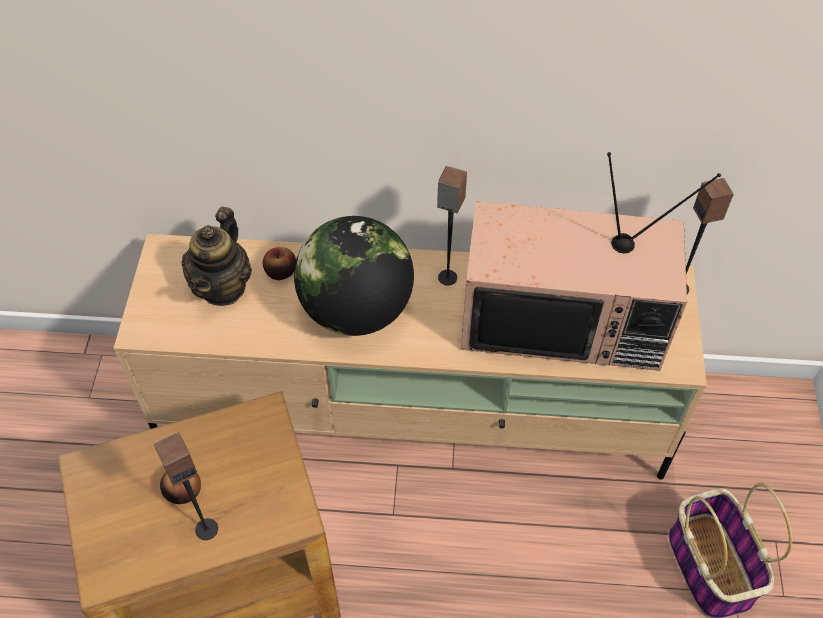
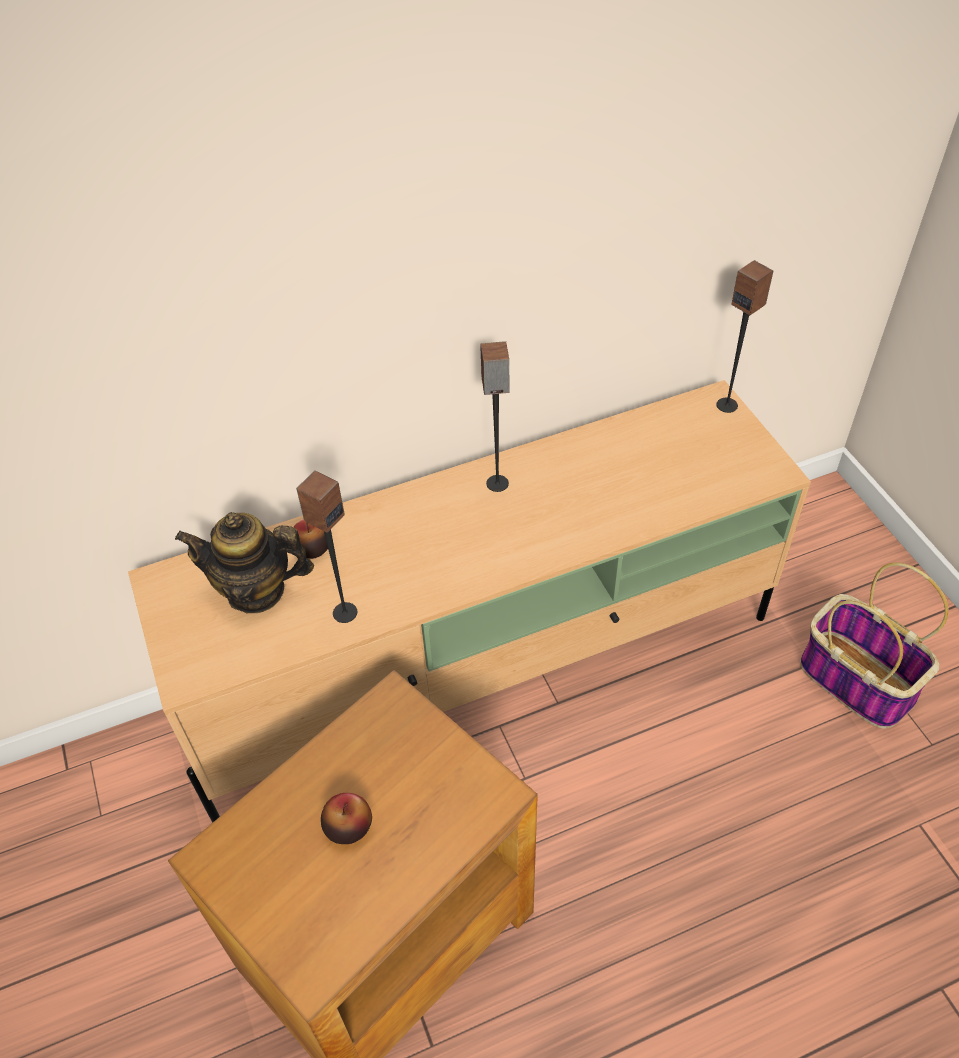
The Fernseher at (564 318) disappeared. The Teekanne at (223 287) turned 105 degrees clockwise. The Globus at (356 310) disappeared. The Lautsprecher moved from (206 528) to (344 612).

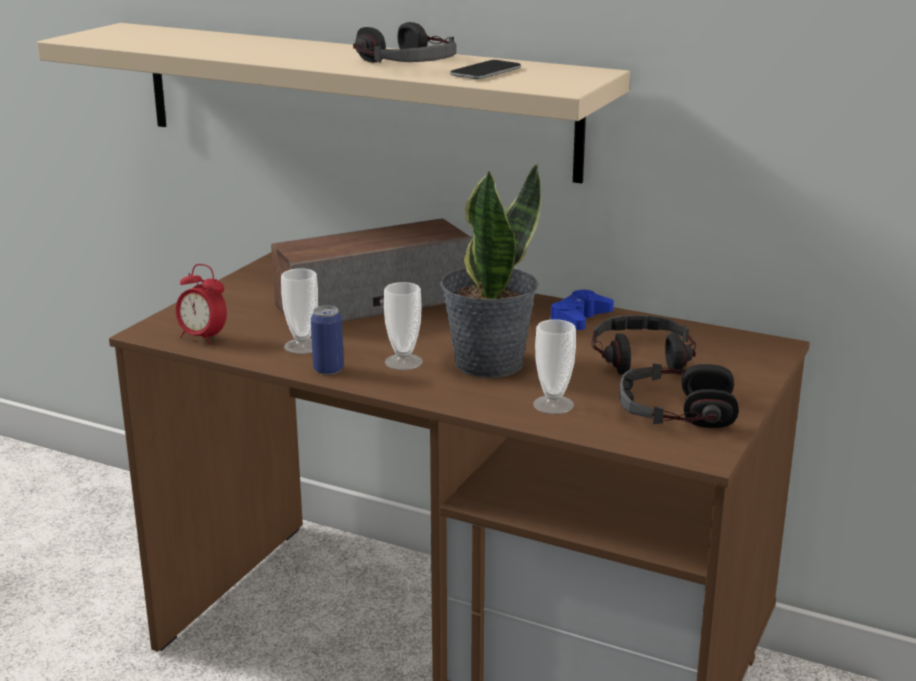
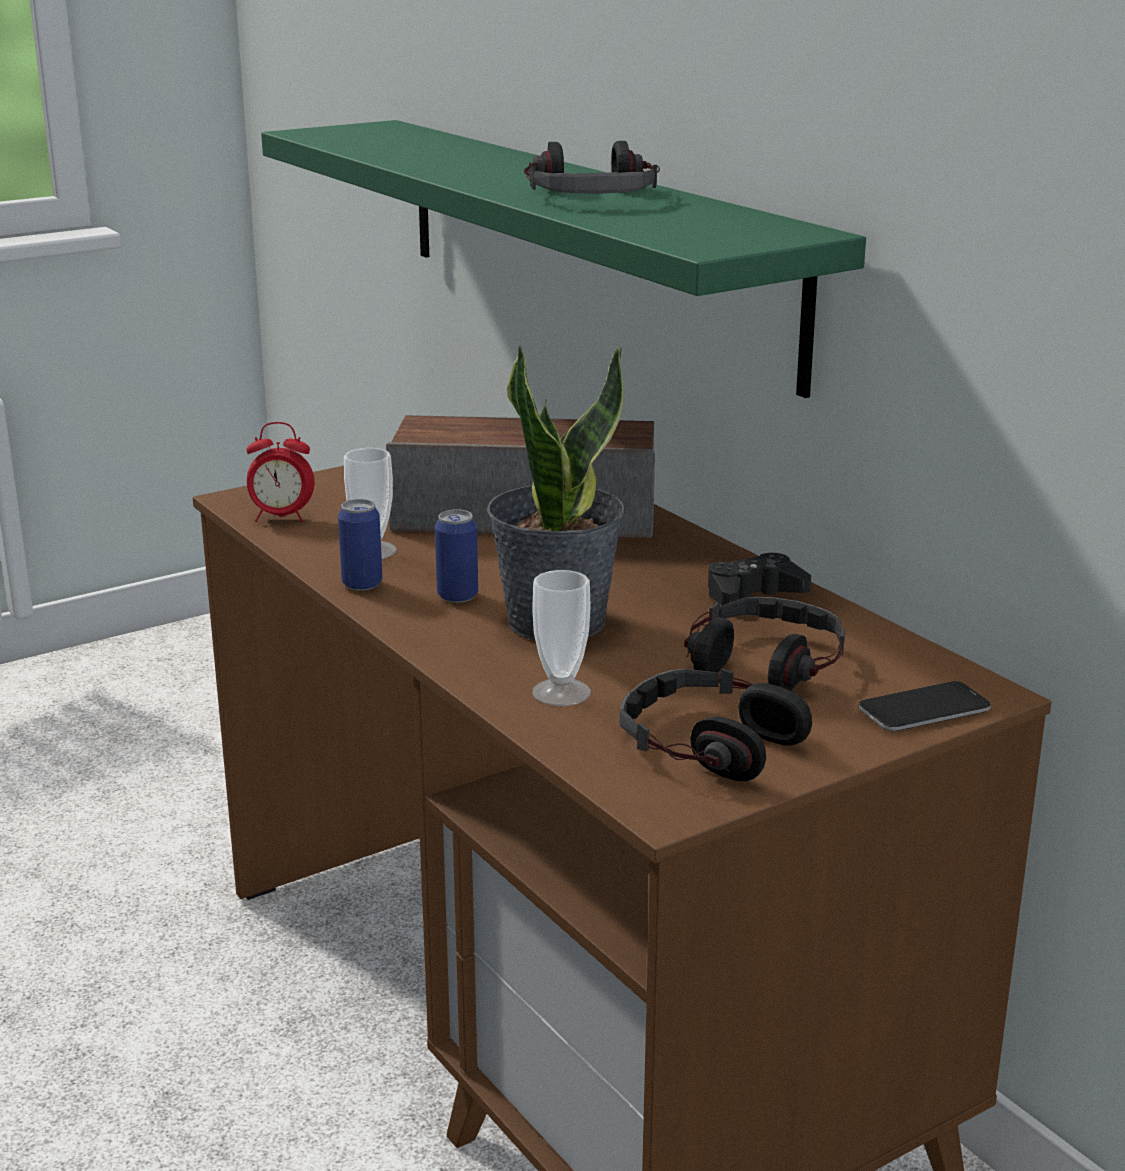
The Wandregal [beige] at (352 98) became the Wandregal [grün] at (588 242). The Handy moved from (486 72) to (924 709). The Wecker at (203 338) turned 60 degrees counterclockwise. The Tasse at (403 362) was replaced by the Dose at (457 596). The Gamepad [blau] at (579 319) became the Gamepad [schwarz] at (753 594).

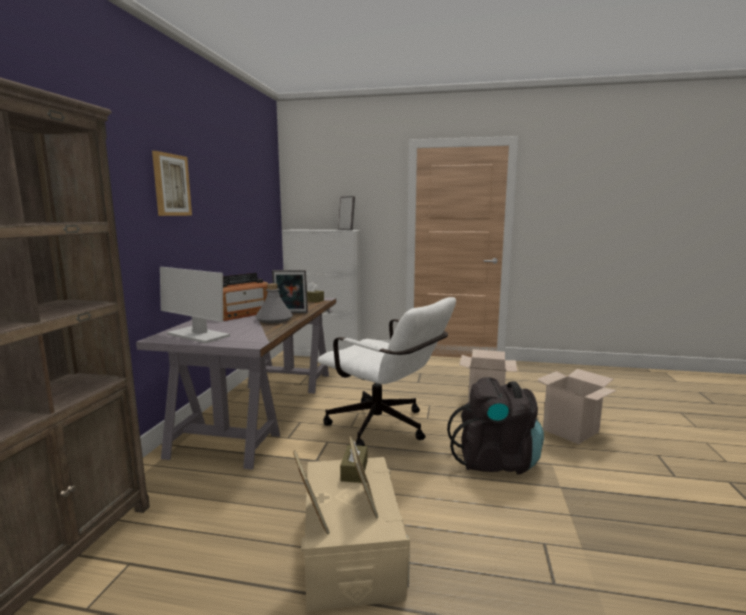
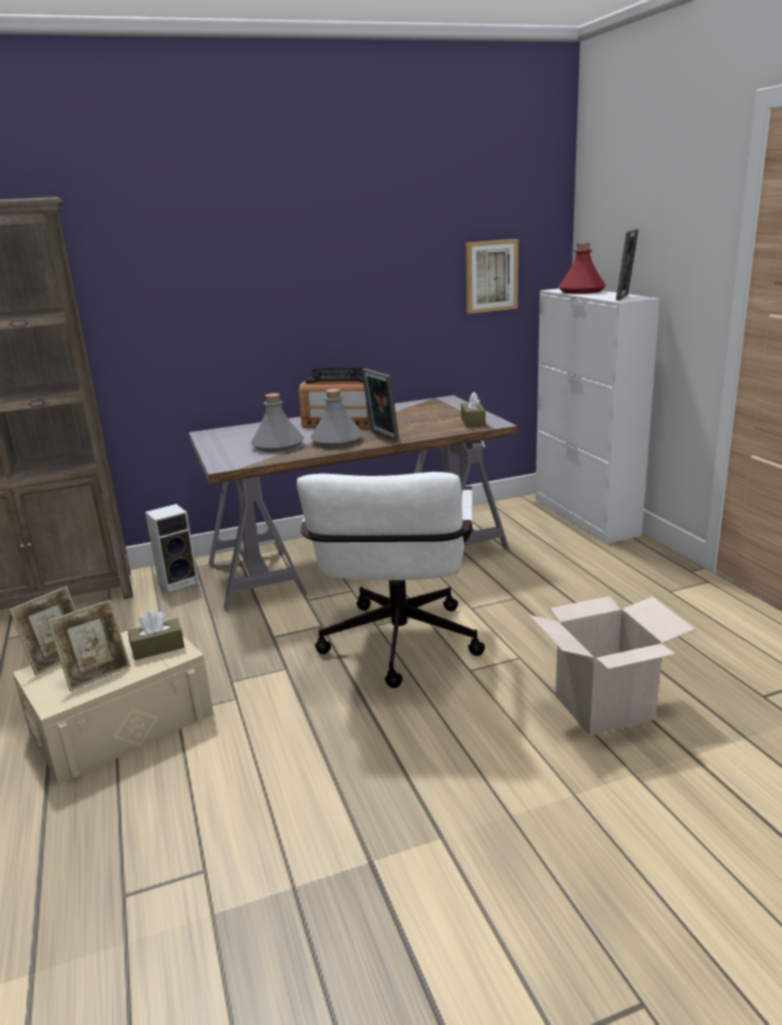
The Bild moved from (171 185) to (491 276). The Monitor at (197 335) disappeared. The Karton at (570 430) disappeared. The Rucksack [schwarz] at (495 461) disappeared. The Flasche [rot] at (581 291) appeared. The Flasche [grau] at (278 445) appeared. The Lautsprecher at (179 581) appeared.

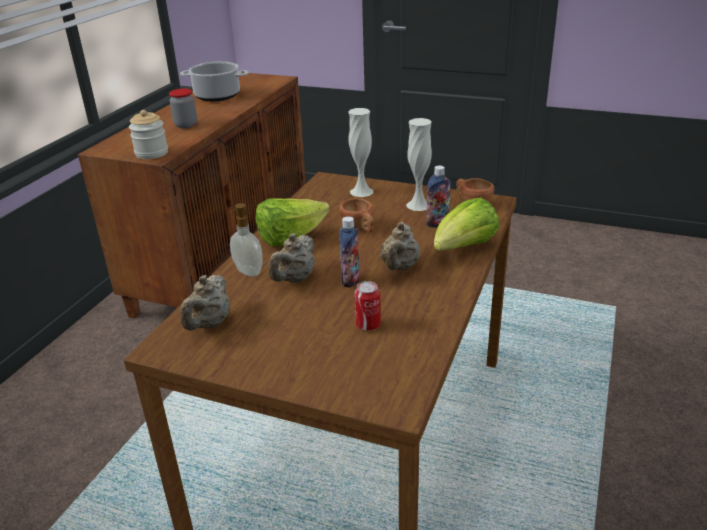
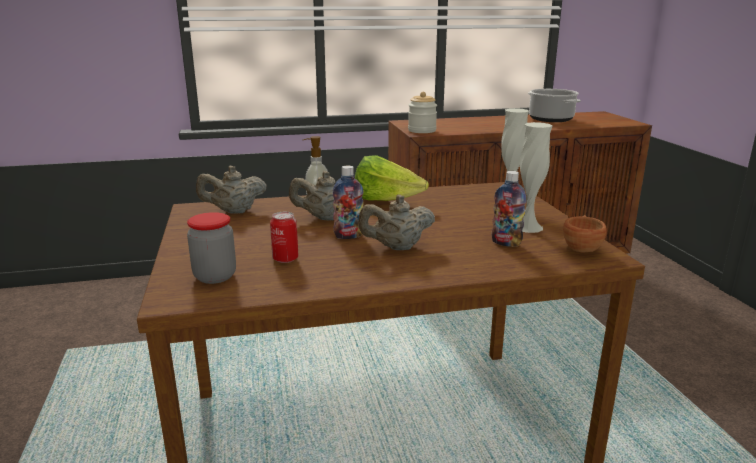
The Vorratsglas moved from (186 125) to (215 276). The Salatkopf at (464 248) disappeared. The Tasse [braun] at (360 228) disappeared.

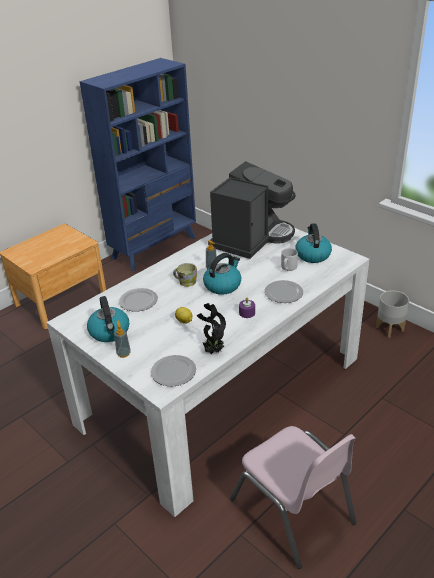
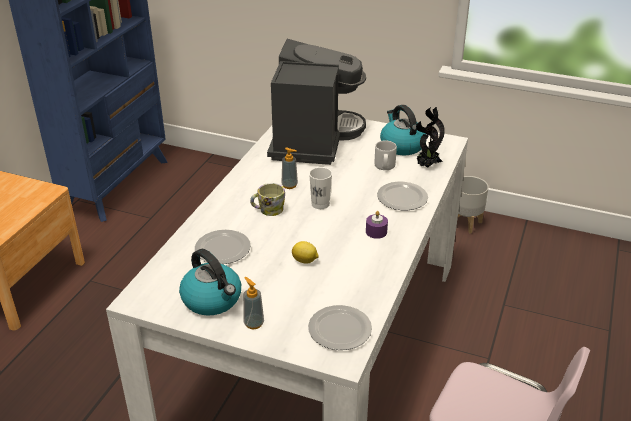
The Wasserkessel at (223 285) was replaced by the Tasse [weiß] at (320 204). The Topfpflanze moved from (212 352) to (426 166).

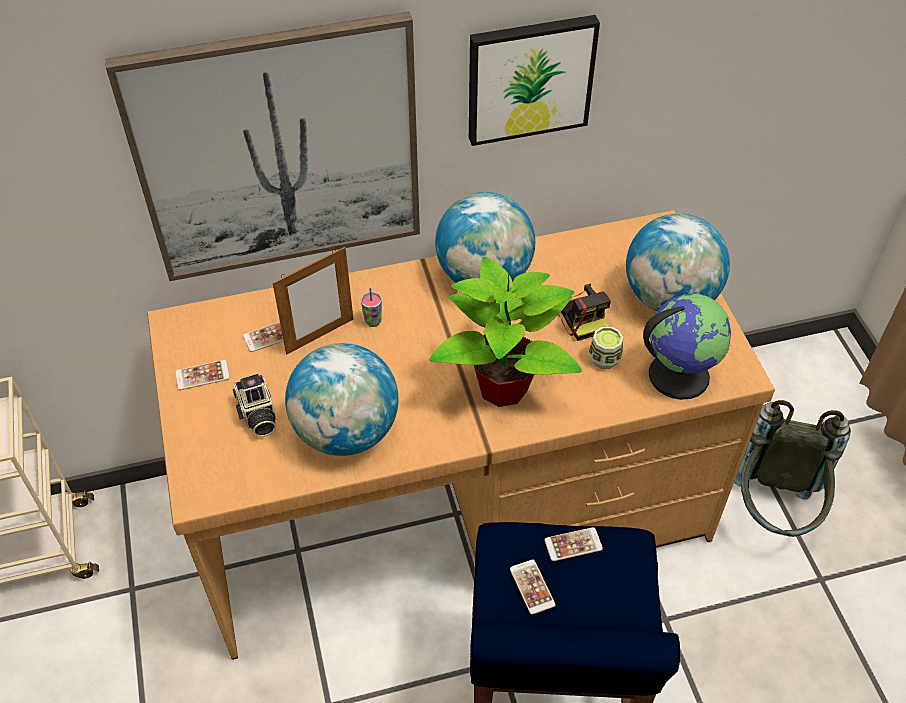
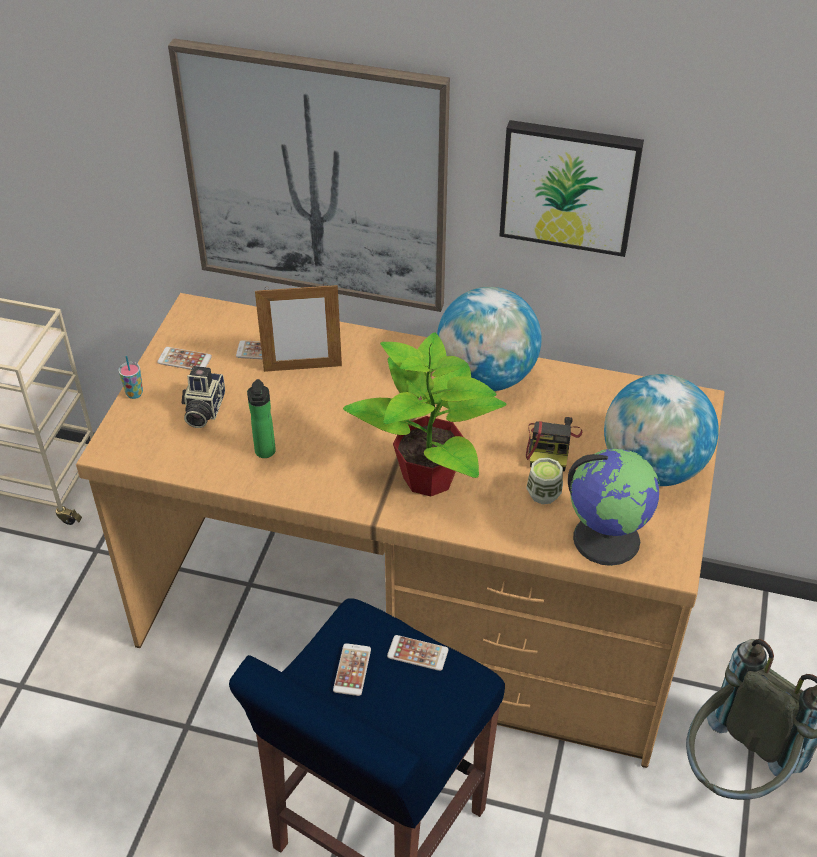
The Tasse moved from (373 321) to (134 394). The Globus at (346 431) was replaced by the Flasche at (265 453).

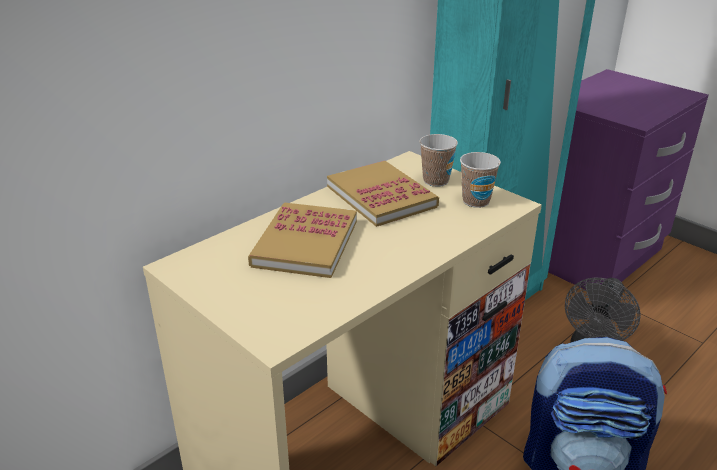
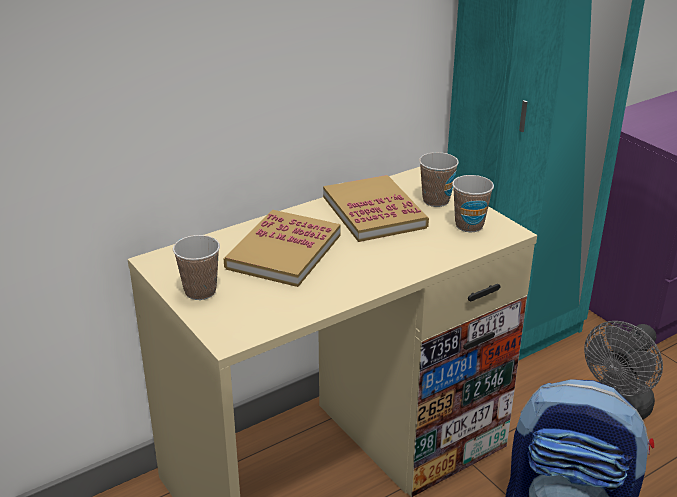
The Tasse at (200 291) appeared.

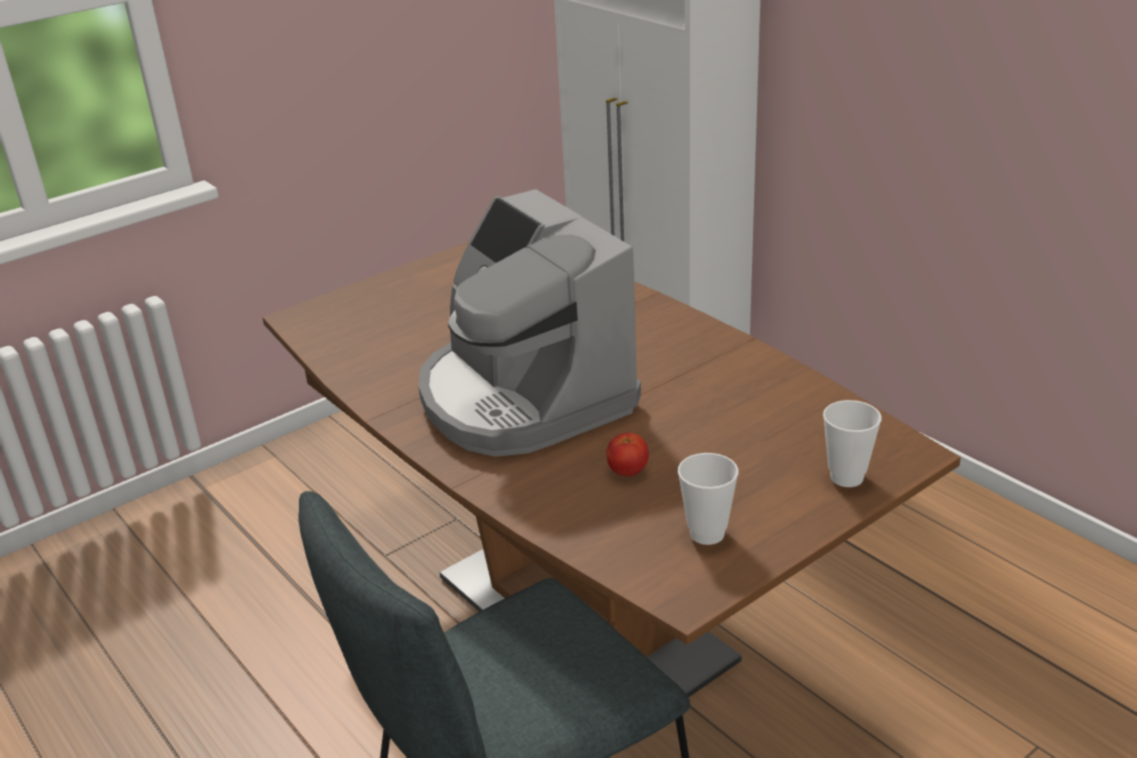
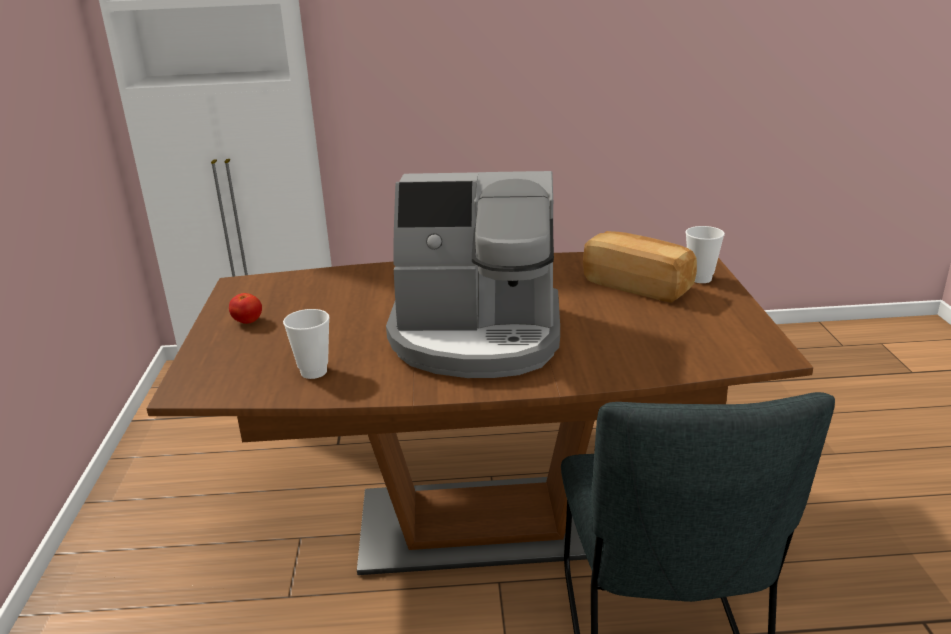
The Tomate moved from (627 471) to (248 321). The Tasse moved from (707 533) to (314 372). The Brot at (638 285) appeared.

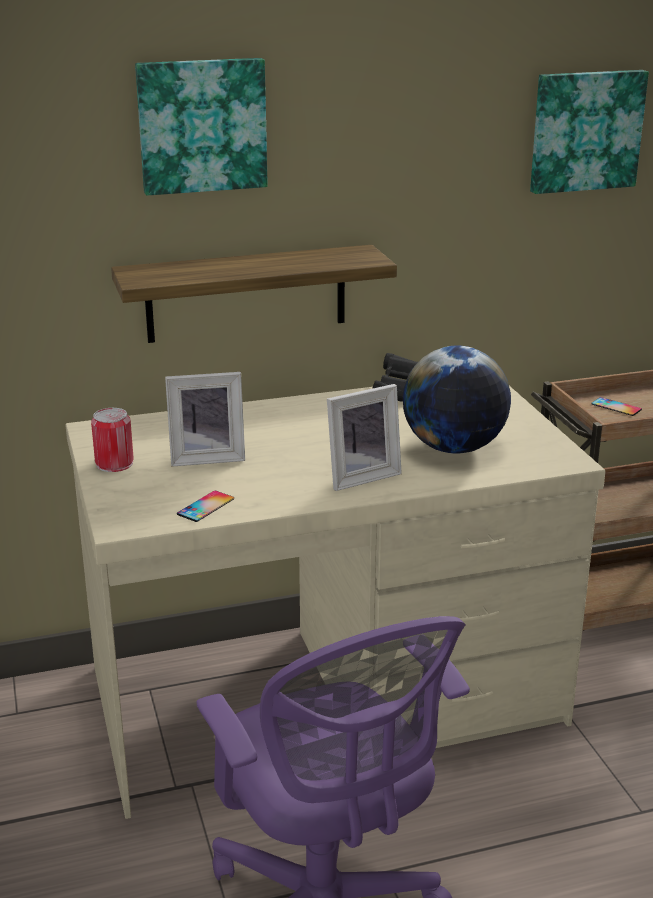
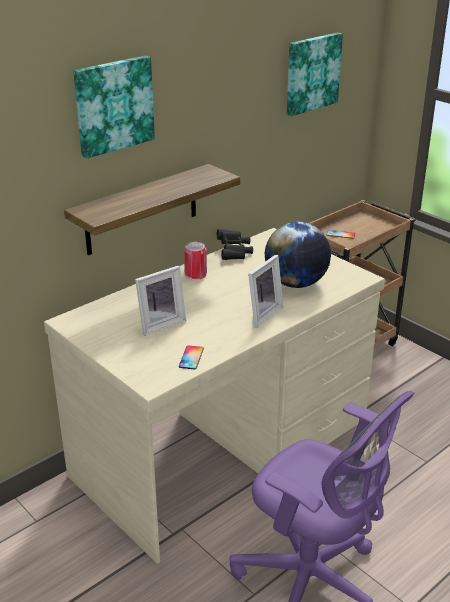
The Dose moved from (114 463) to (195 274).

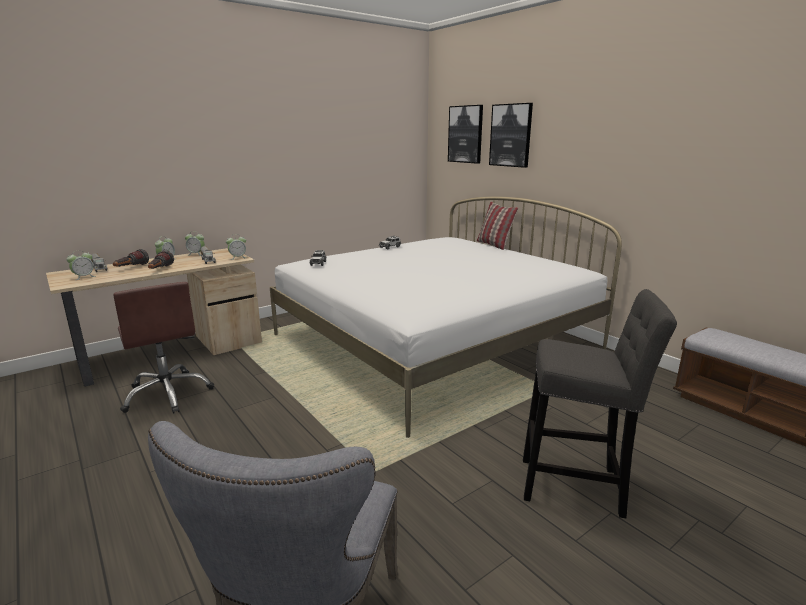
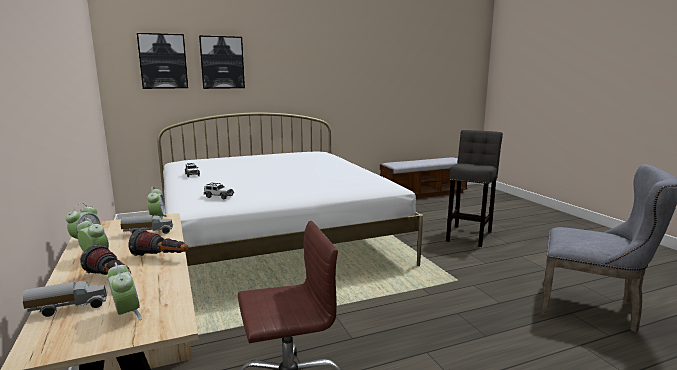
The Kissen at (494 245) disappeared.

